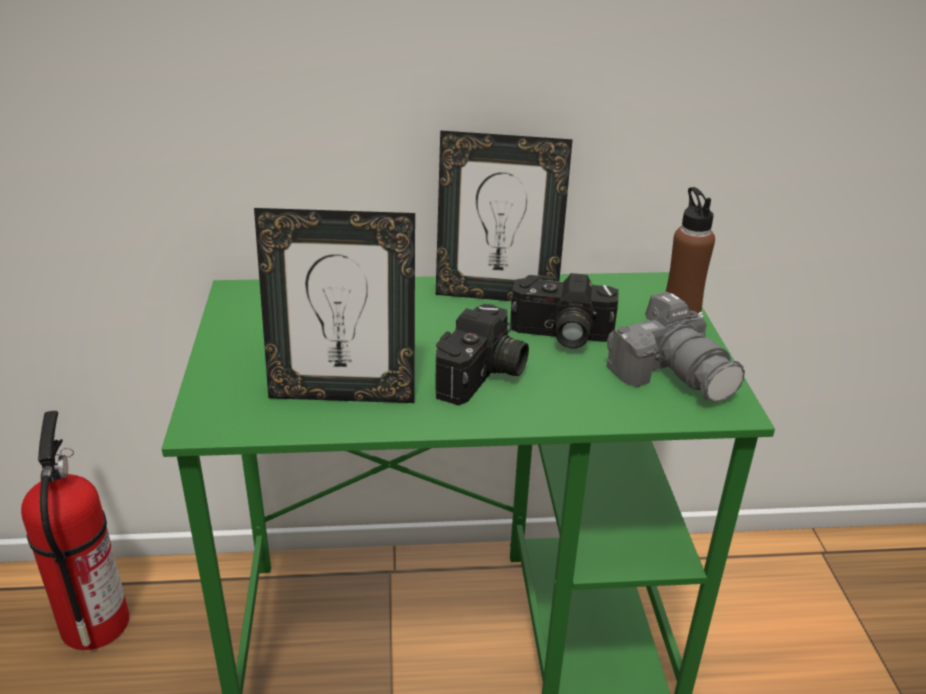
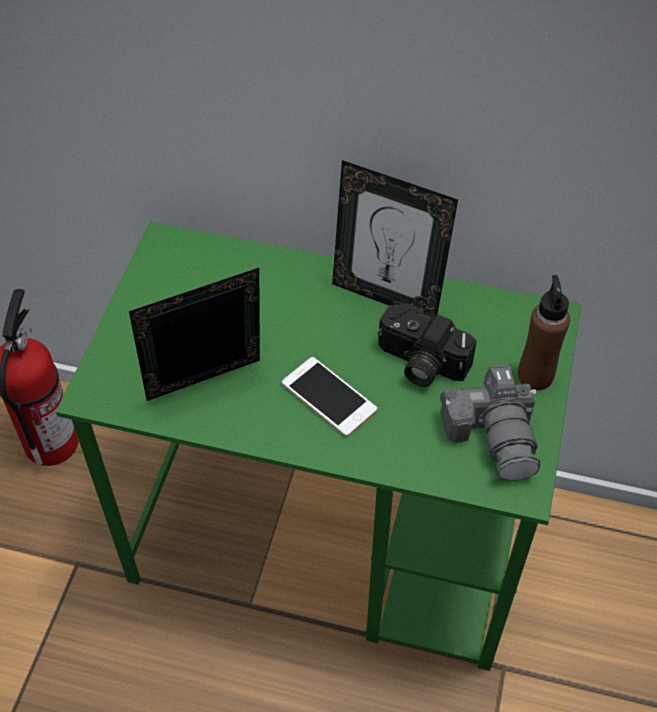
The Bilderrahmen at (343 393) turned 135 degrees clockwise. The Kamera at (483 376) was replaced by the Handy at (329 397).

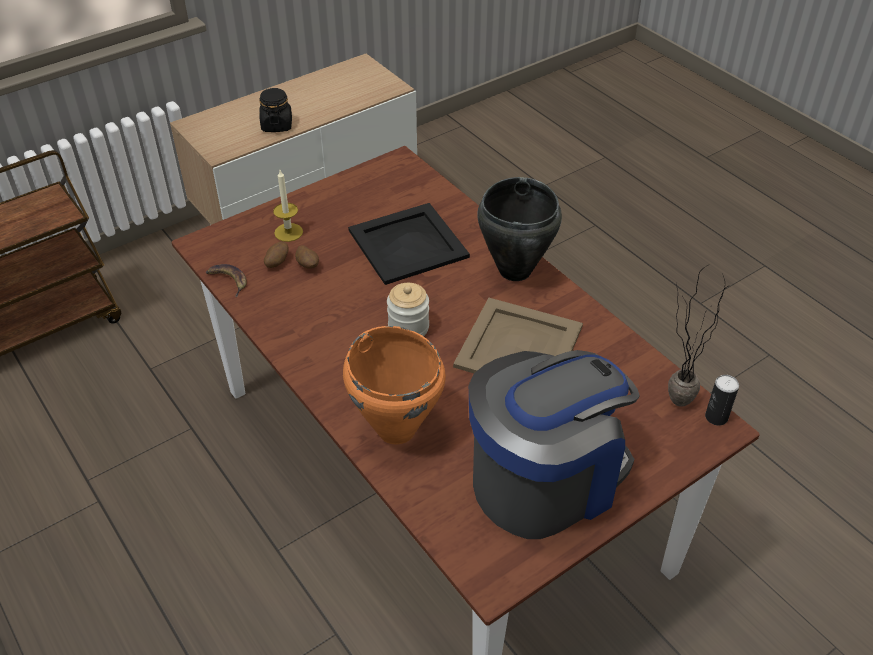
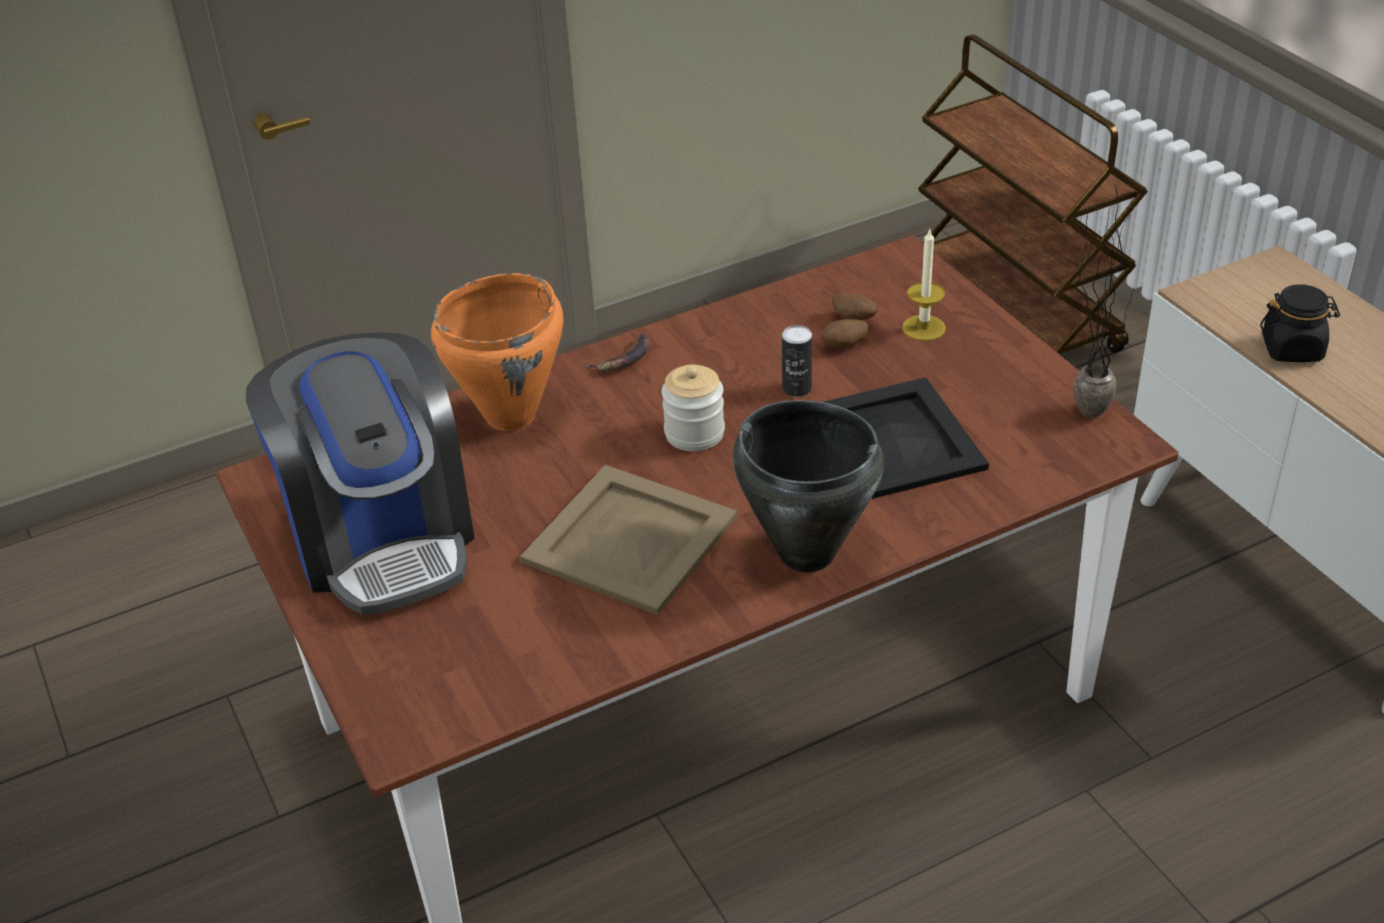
The Banane moved from (228 280) to (624 358). The Topfpflanze moved from (670 402) to (1089 404). The Dose moved from (716 417) to (796 388).

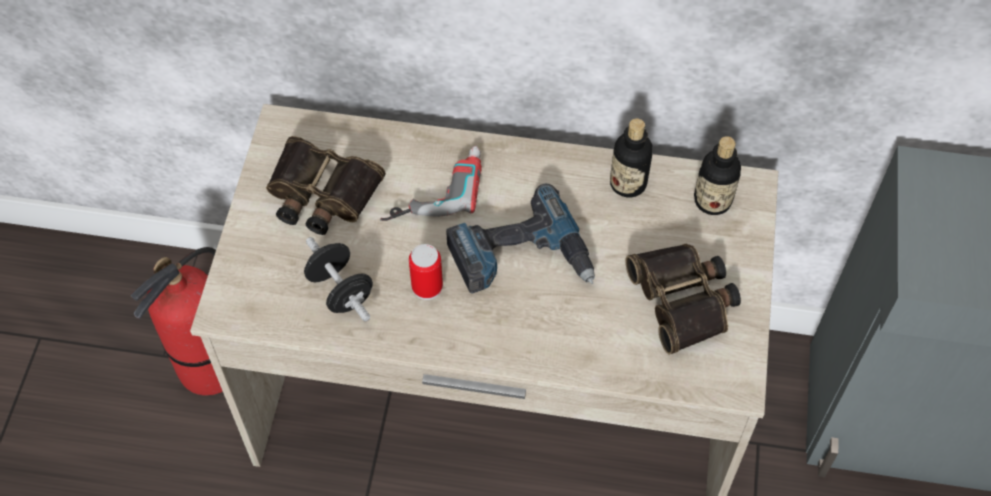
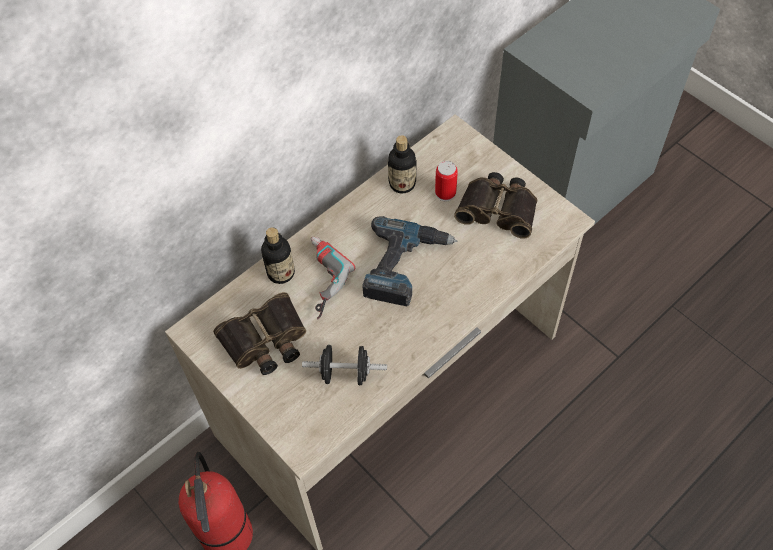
The Flasche moved from (712 201) to (281 273). The Dose moved from (427 287) to (445 193).

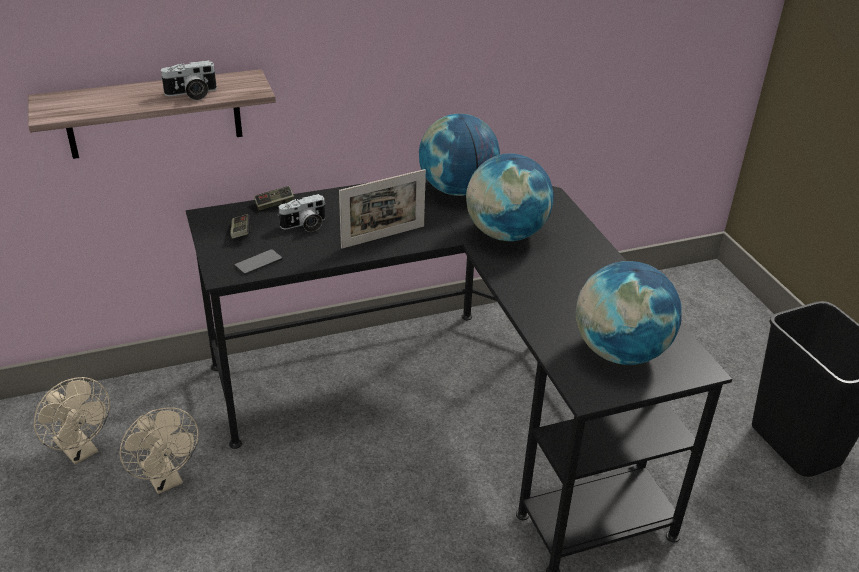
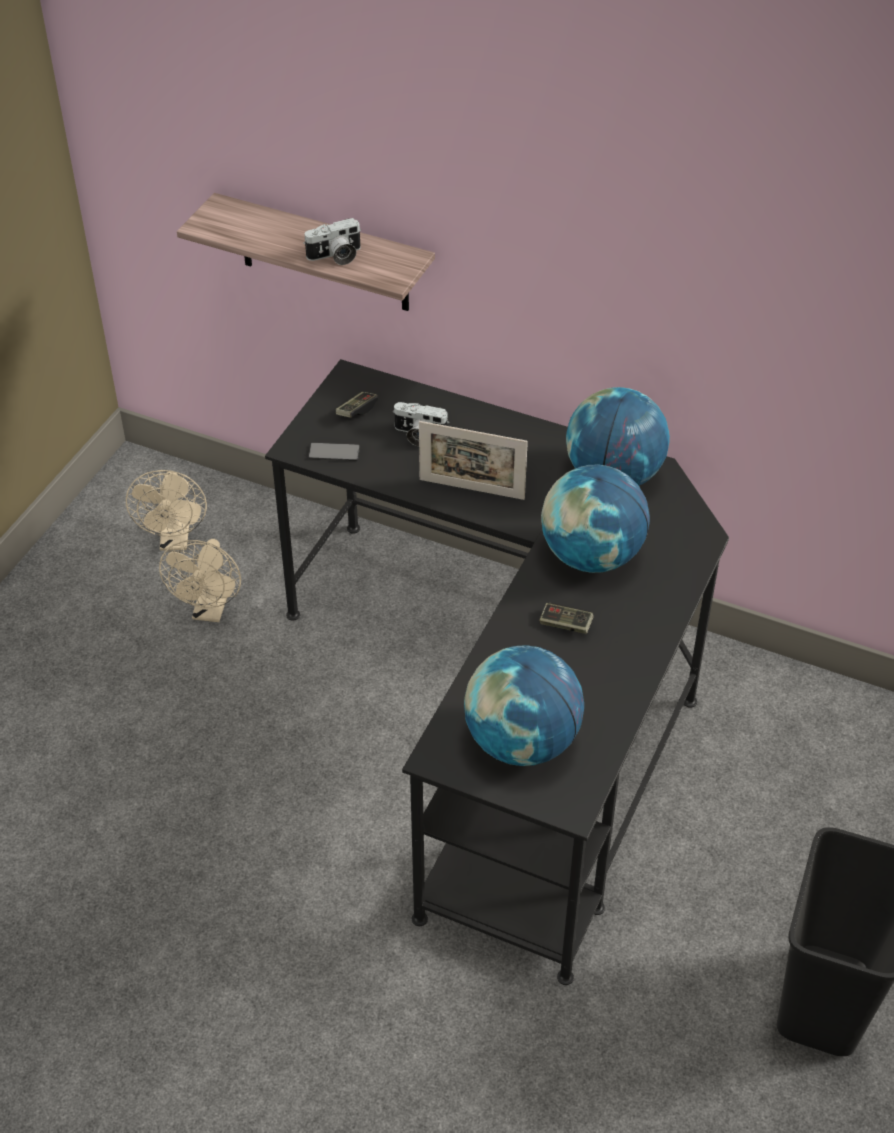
The Kamera at (192 94) turned 45 degrees counterclockwise. The Gamepad moved from (274 204) to (565 624).

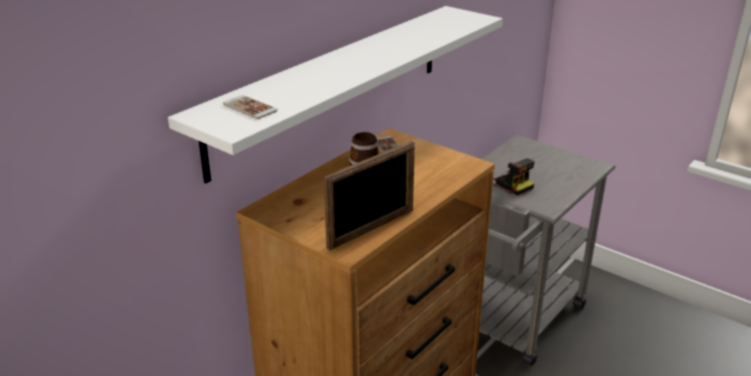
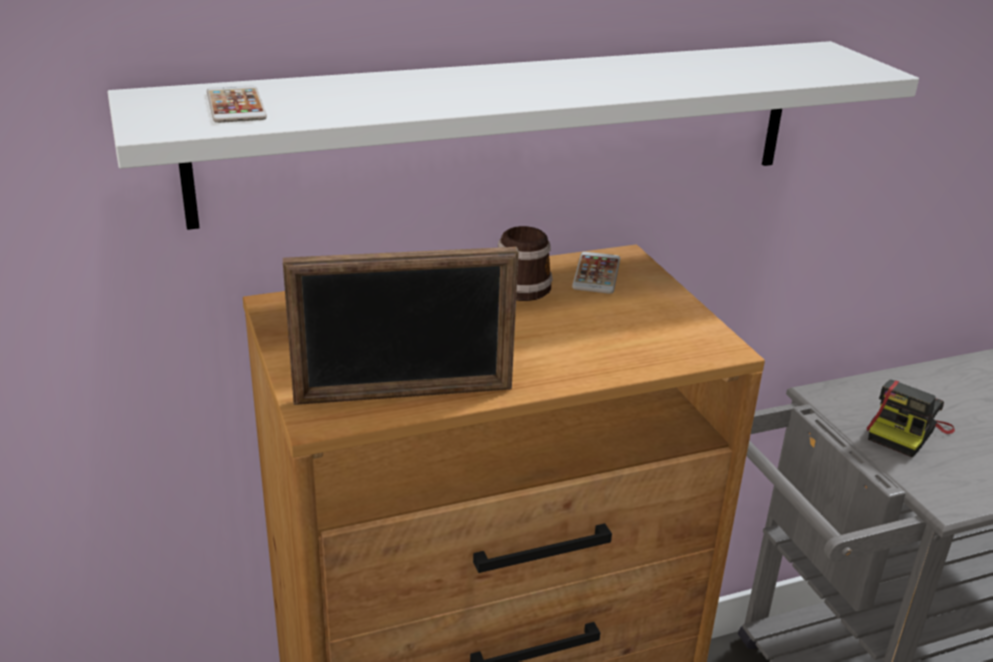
The Kamera at (510 184) turned 45 degrees clockwise.

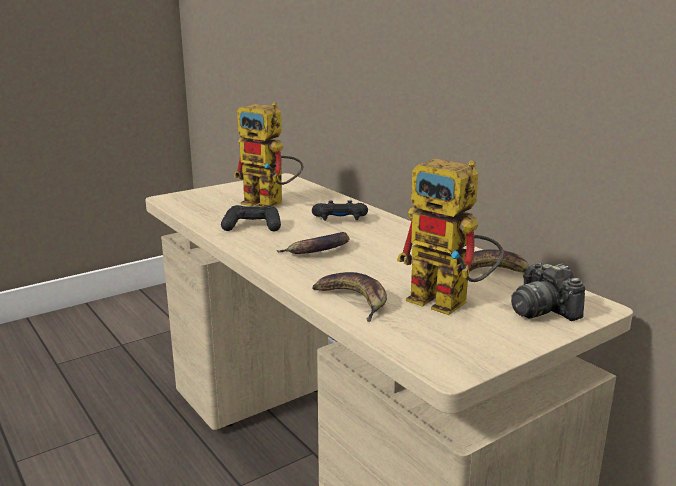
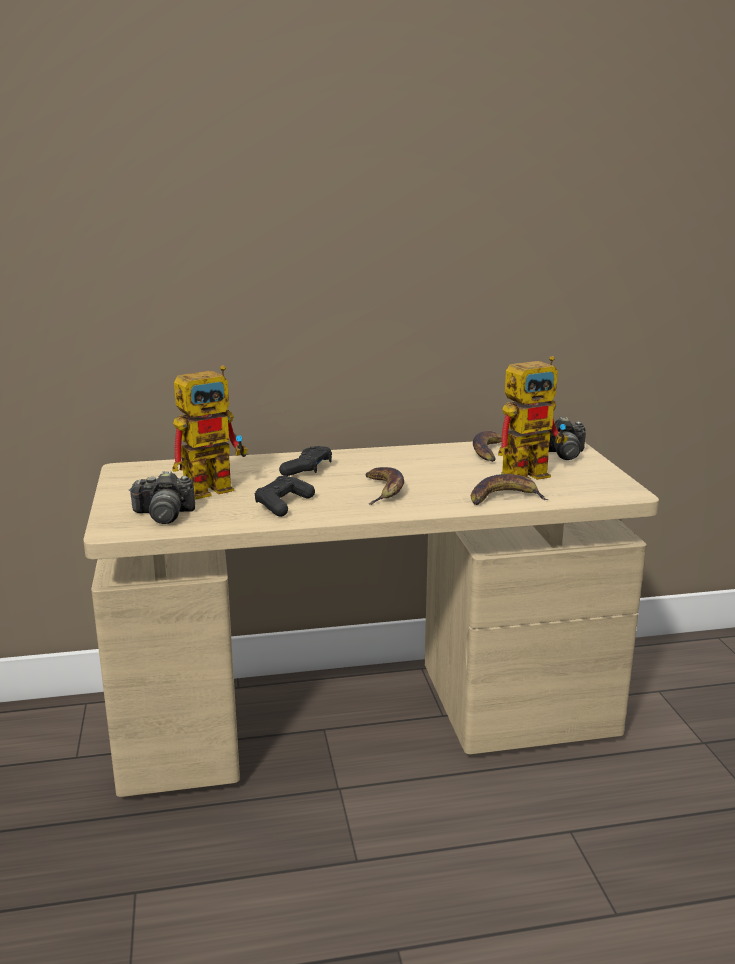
The Kamera at (164 515) appeared.

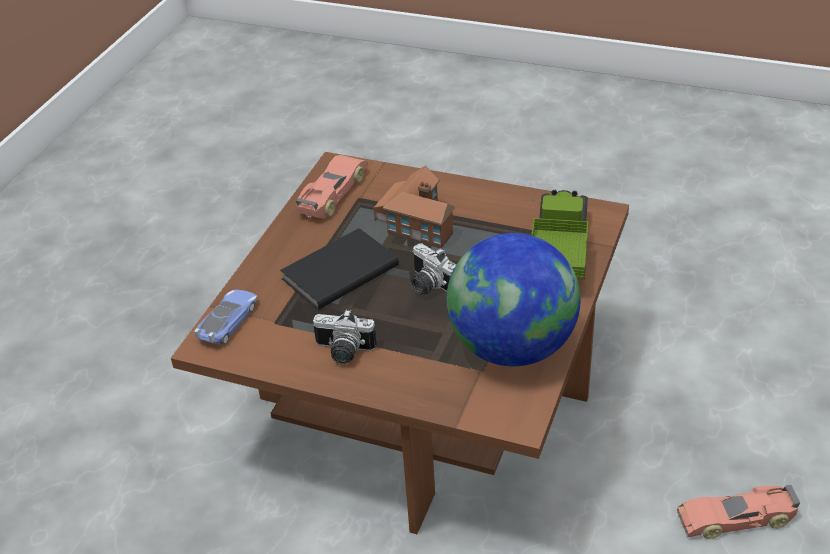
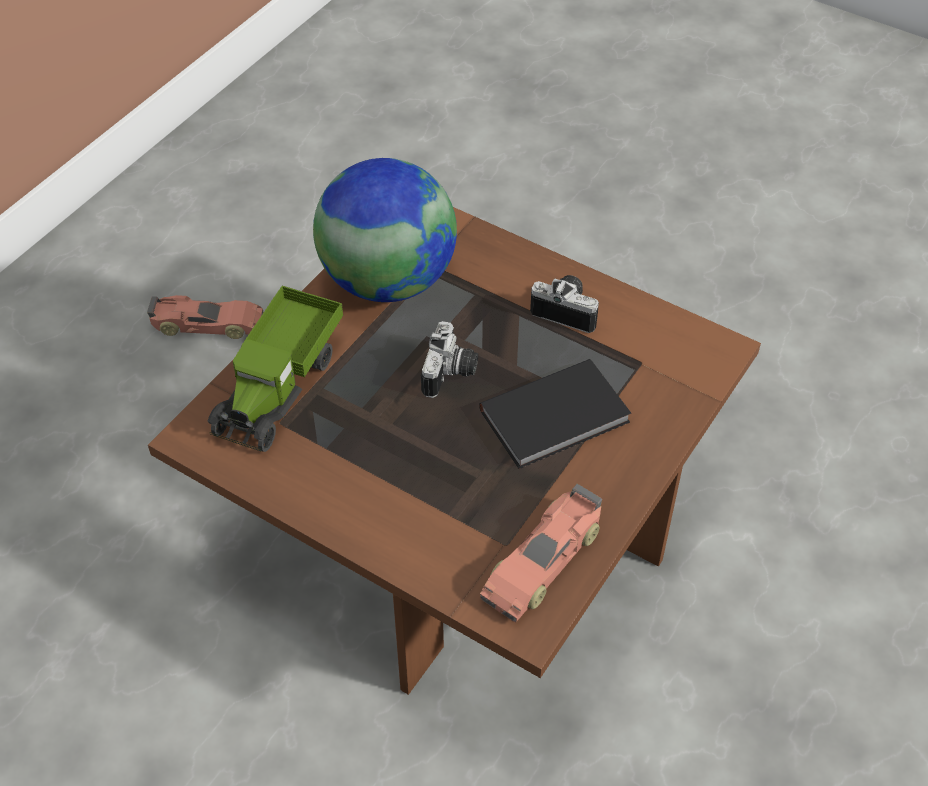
The Spielzeughaus at (417 222) disappeared. The Kamera at (428 285) turned 45 degrees clockwise. The Spielzeugauto at (228 322) disappeared.

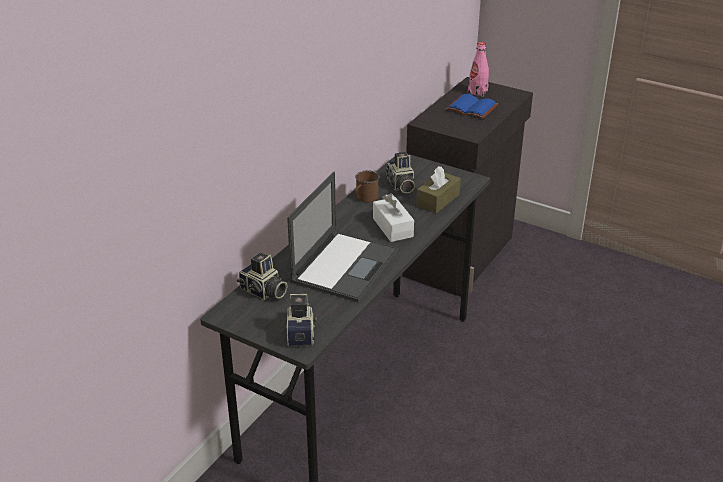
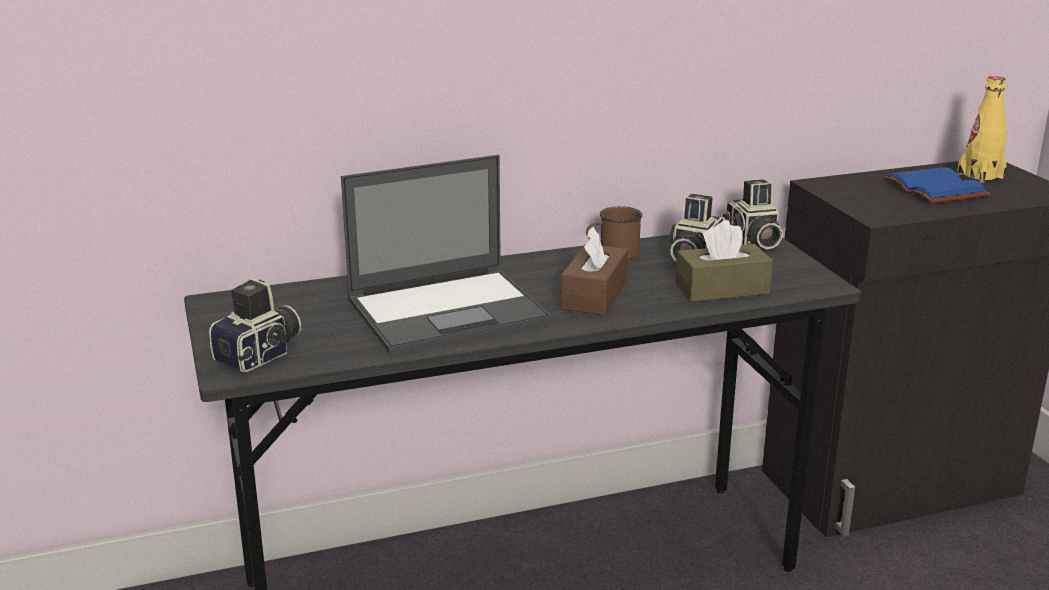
The Flasche [rosa] at (477 92) became the Flasche [gelb] at (980 176). The Taschentuchbox [weiß] at (392 227) became the Taschentuchbox [braun] at (594 295). The Kamera moved from (263 292) to (752 240).

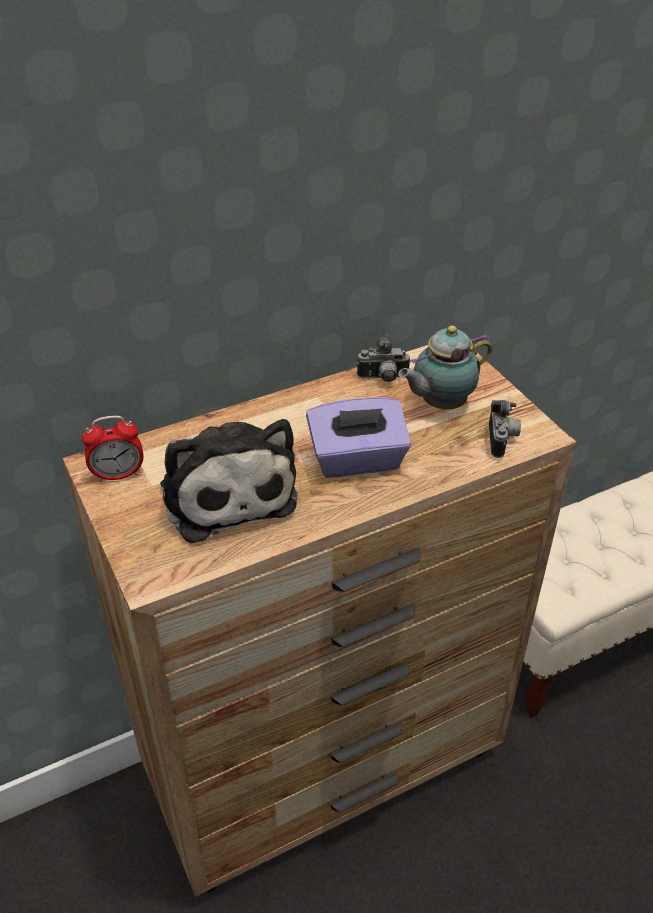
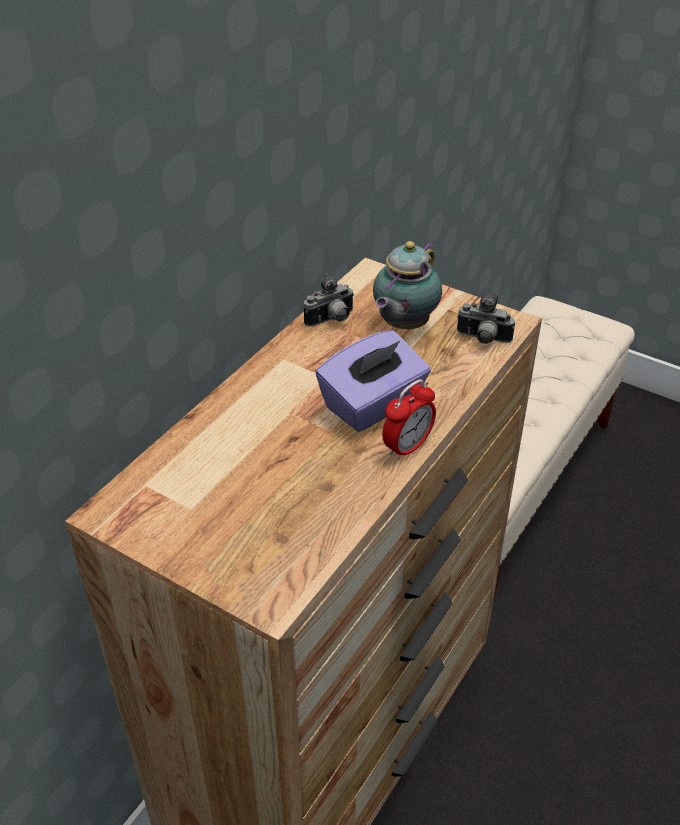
The Kamera at (502 441) turned 135 degrees clockwise. The Wecker moved from (118 475) to (407 447). The Plüschtier at (226 491) disappeared.

